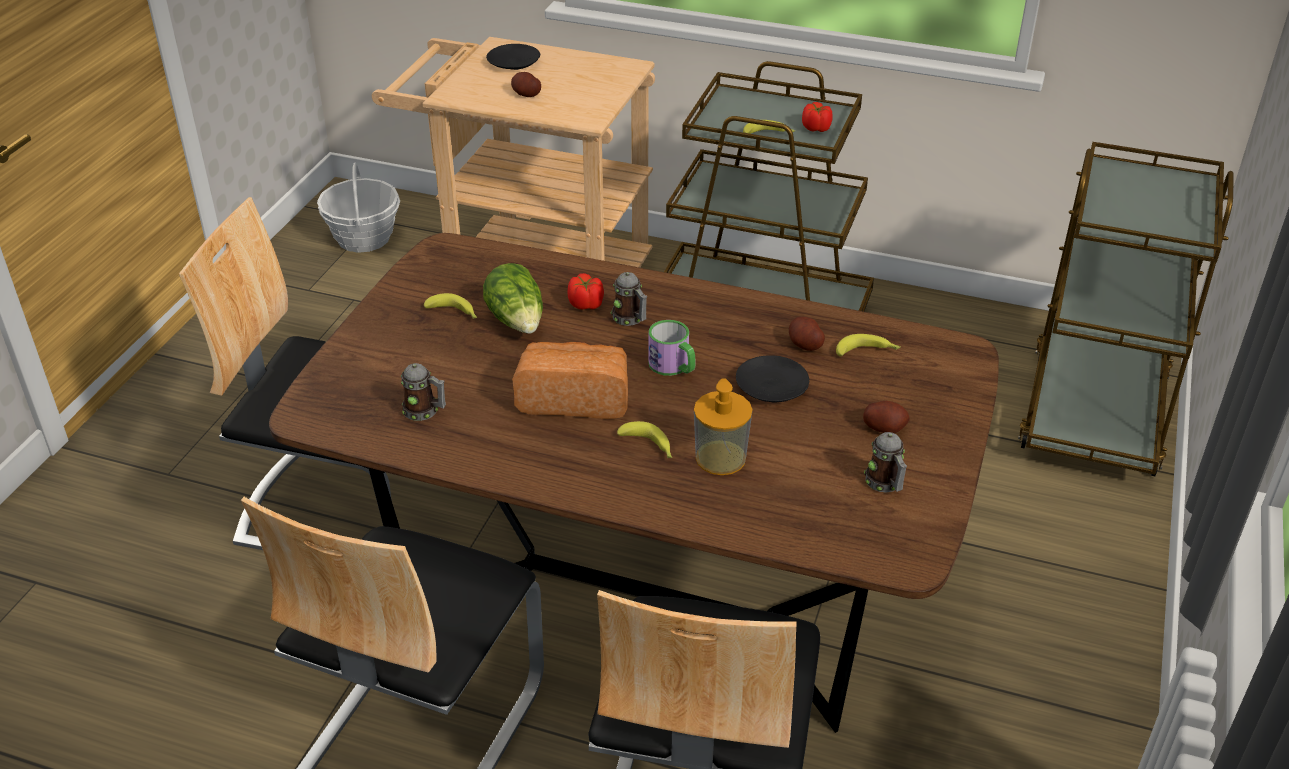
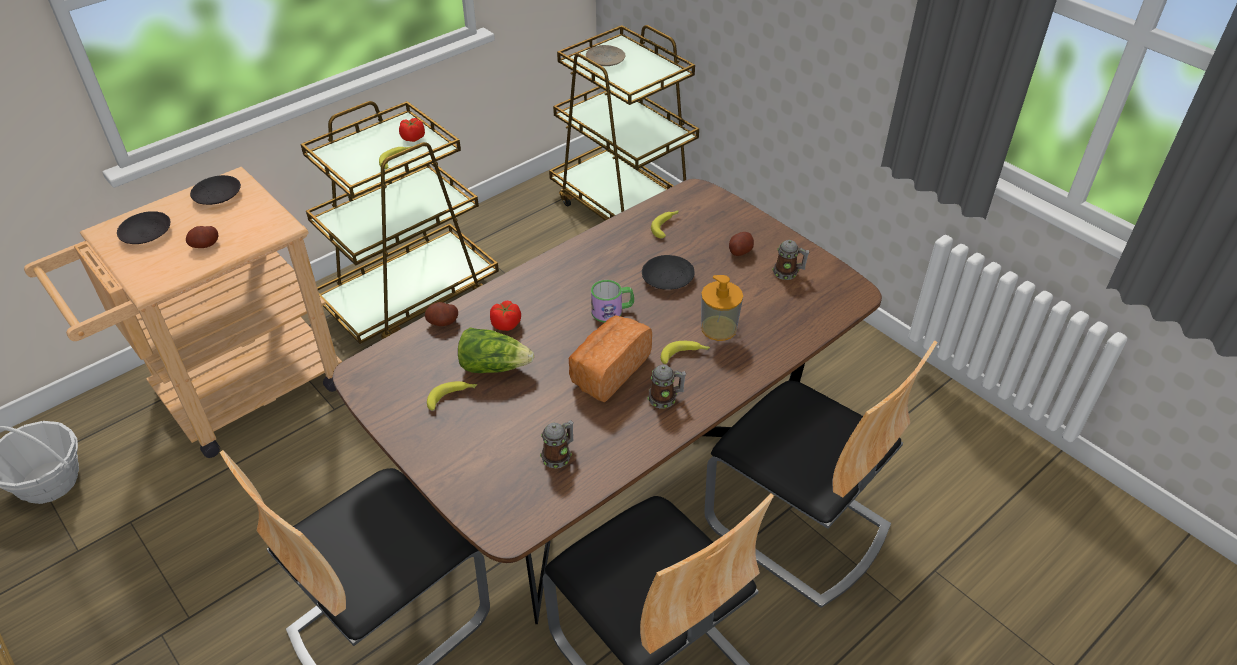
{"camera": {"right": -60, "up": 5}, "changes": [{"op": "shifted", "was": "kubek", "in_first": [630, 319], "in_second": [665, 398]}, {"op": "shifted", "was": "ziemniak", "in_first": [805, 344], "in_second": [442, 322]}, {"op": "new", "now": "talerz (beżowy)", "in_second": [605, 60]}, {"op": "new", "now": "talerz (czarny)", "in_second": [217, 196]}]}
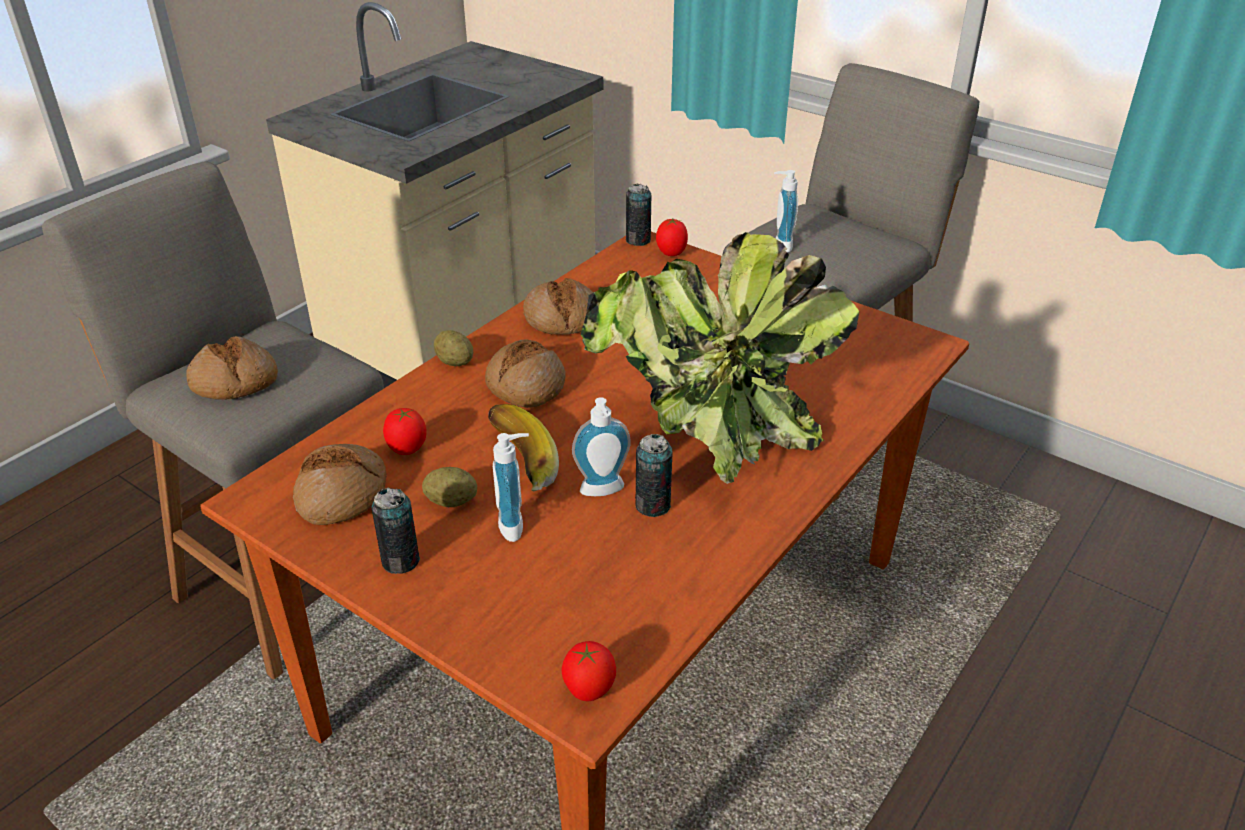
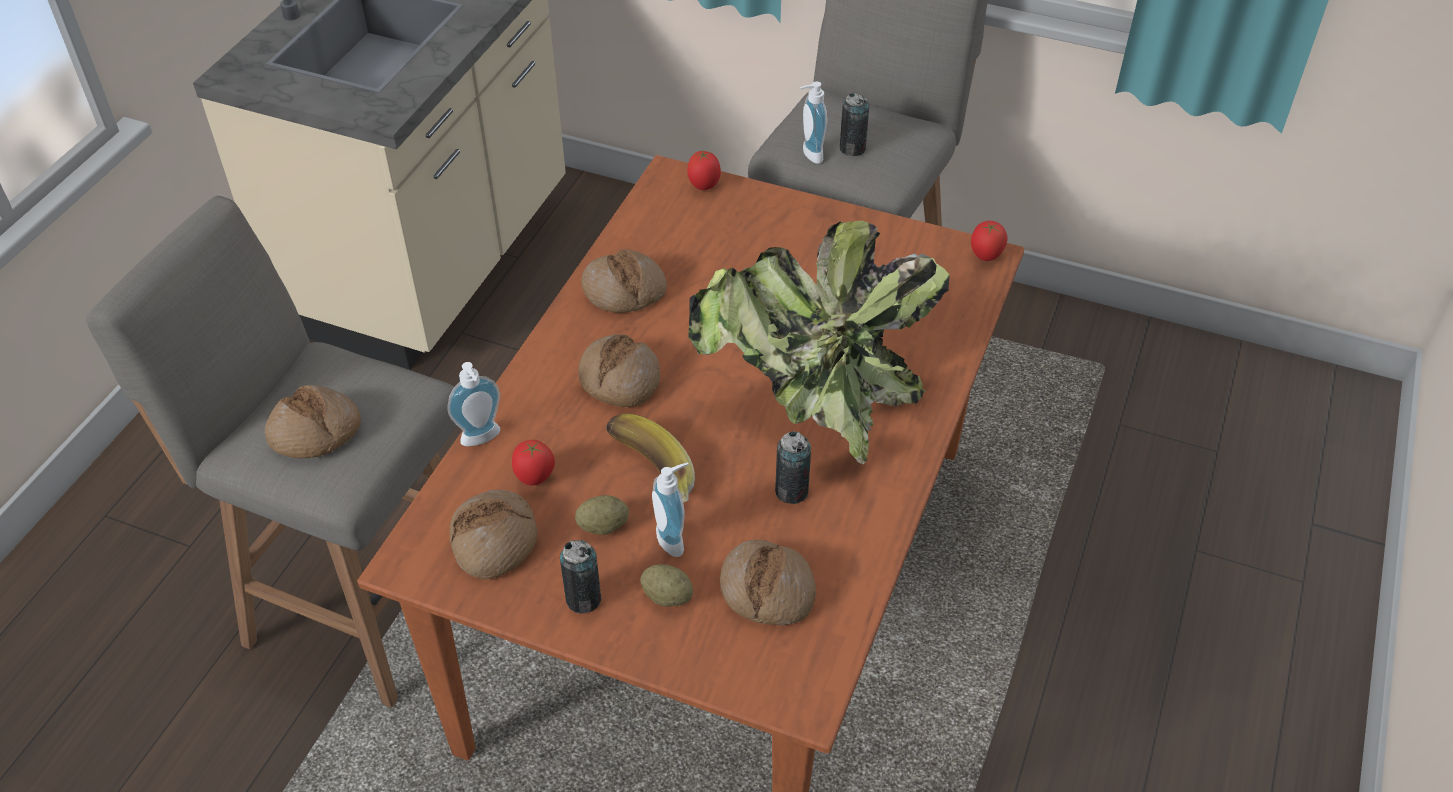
{"camera": {"right": -15, "up": 10}, "changes": [{"op": "shifted", "was": "puszka", "in_first": [638, 240], "in_second": [852, 149]}, {"op": "shifted", "was": "ziemniak", "in_first": [455, 362], "in_second": [667, 596]}, {"op": "shifted", "was": "dozownik mydła", "in_first": [603, 492], "in_second": [482, 439]}, {"op": "shifted", "was": "pomidor", "in_first": [588, 691], "in_second": [985, 256]}, {"op": "new", "now": "chleb", "in_second": [767, 590]}]}
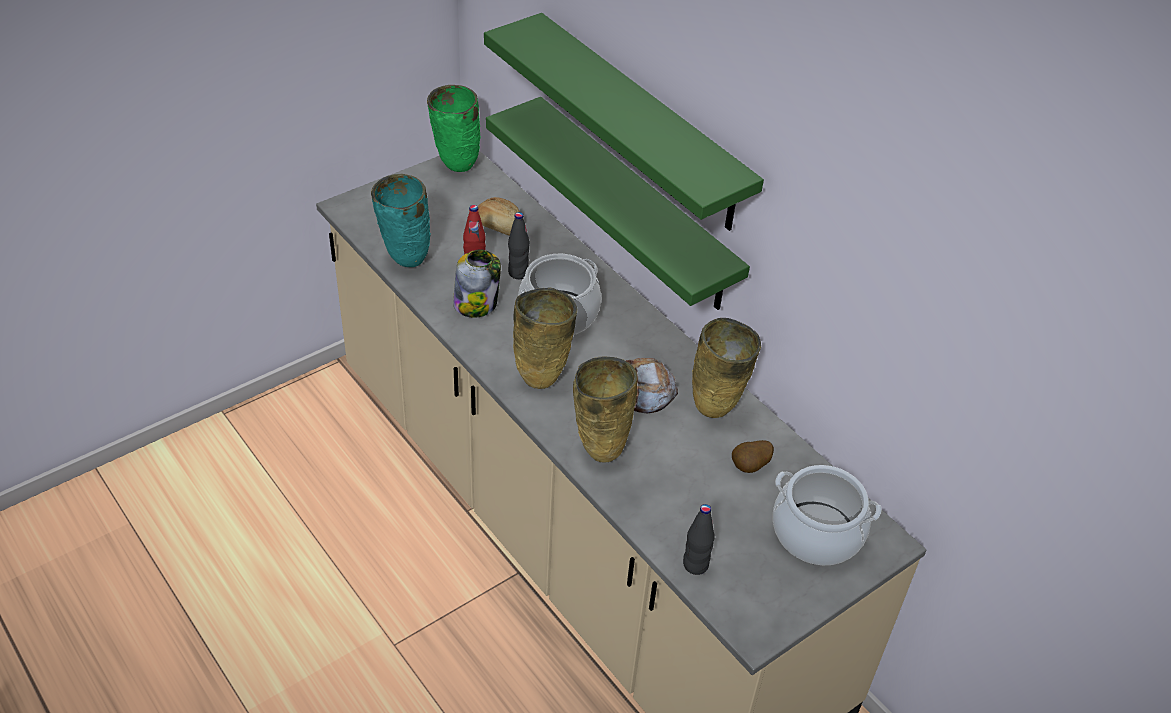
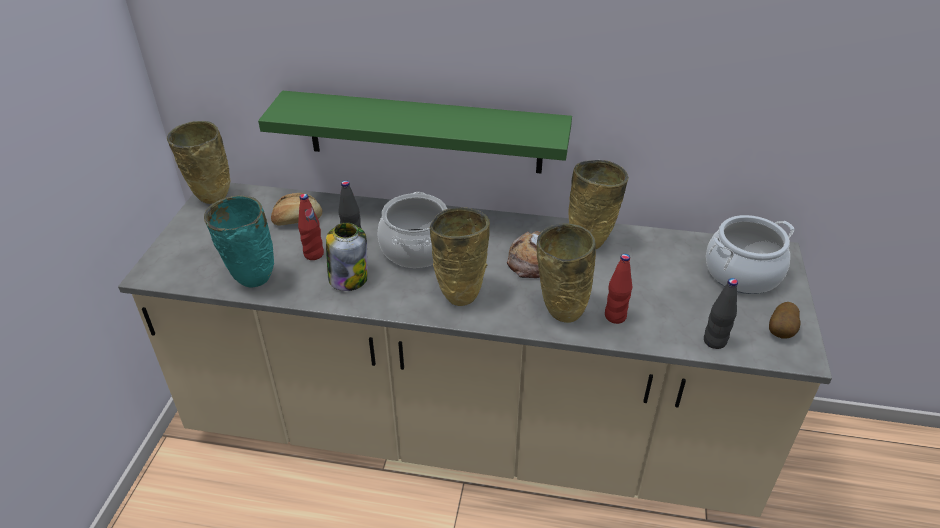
{"camera": {"right": -40, "up": -5}, "changes": [{"op": "gone", "was": "półka (zielony)", "in_first": [641, 123]}, {"op": "repainted", "was": "wazon (zielony)", "now": "wazon (beżowy)", "in_first": [455, 166], "in_second": [211, 199]}, {"op": "shifted", "was": "ziemniak", "in_first": [750, 467], "in_second": [781, 332]}, {"op": "new", "now": "butelka (czerwony)", "in_second": [615, 316]}]}
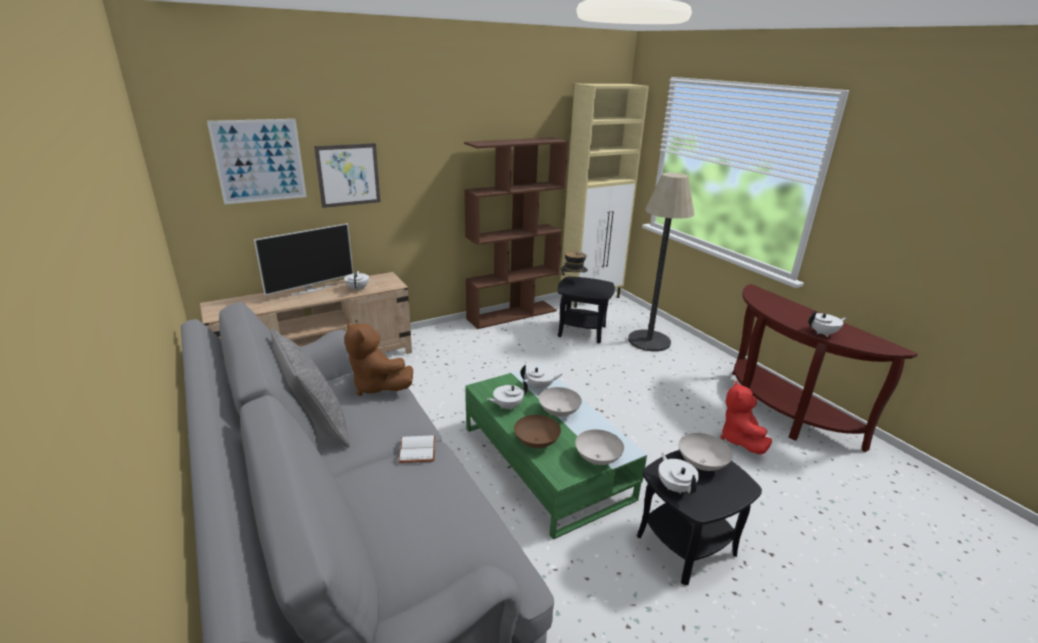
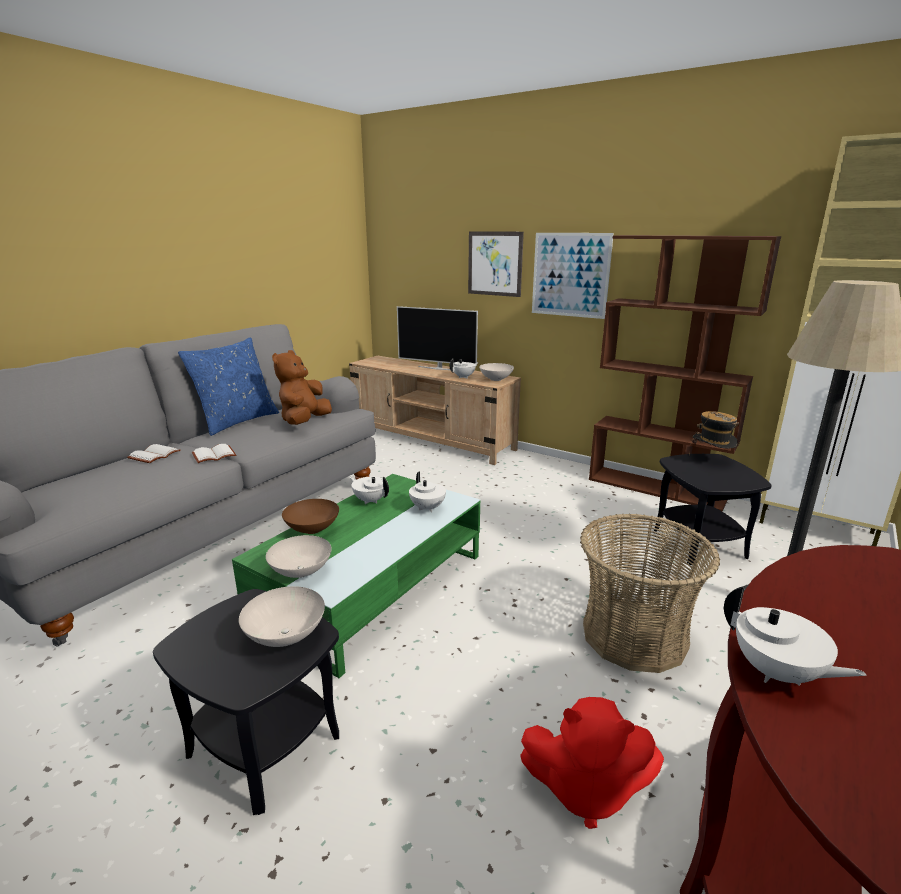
{"camera": {"right": 65, "up": -5}, "changes": [{"op": "shifted", "was": "obraz", "in_first": [259, 161], "in_second": [570, 275]}, {"op": "repainted", "was": "poduszka (szary)", "now": "poduszka (niebieski)", "in_first": [316, 426], "in_second": [237, 421]}, {"op": "rotated", "was": "pluszak (czerwony)", "in_first": [740, 440], "in_second": [585, 789], "clockwise": -150}, {"op": "shifted", "was": "miska (biały)", "in_first": [559, 412], "in_second": [496, 379]}, {"op": "gone", "was": "imbryk (biały)", "in_first": [675, 487]}, {"op": "new", "now": "książka (biały)", "in_second": [155, 455]}, {"op": "new", "now": "koszyk", "in_second": [634, 635]}]}
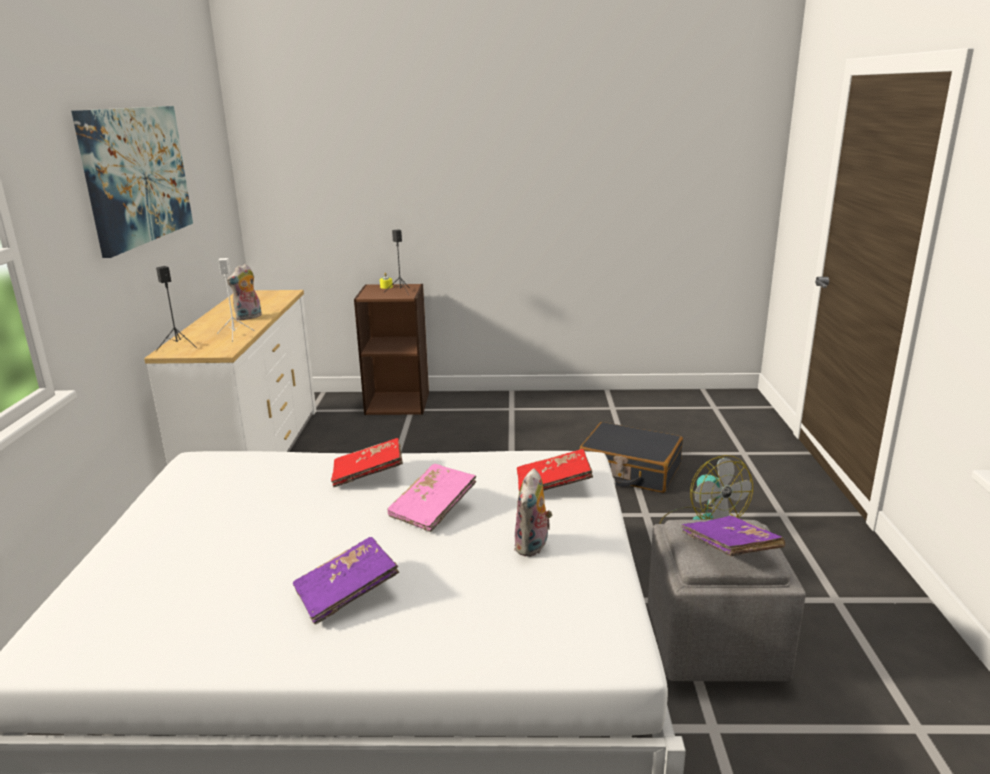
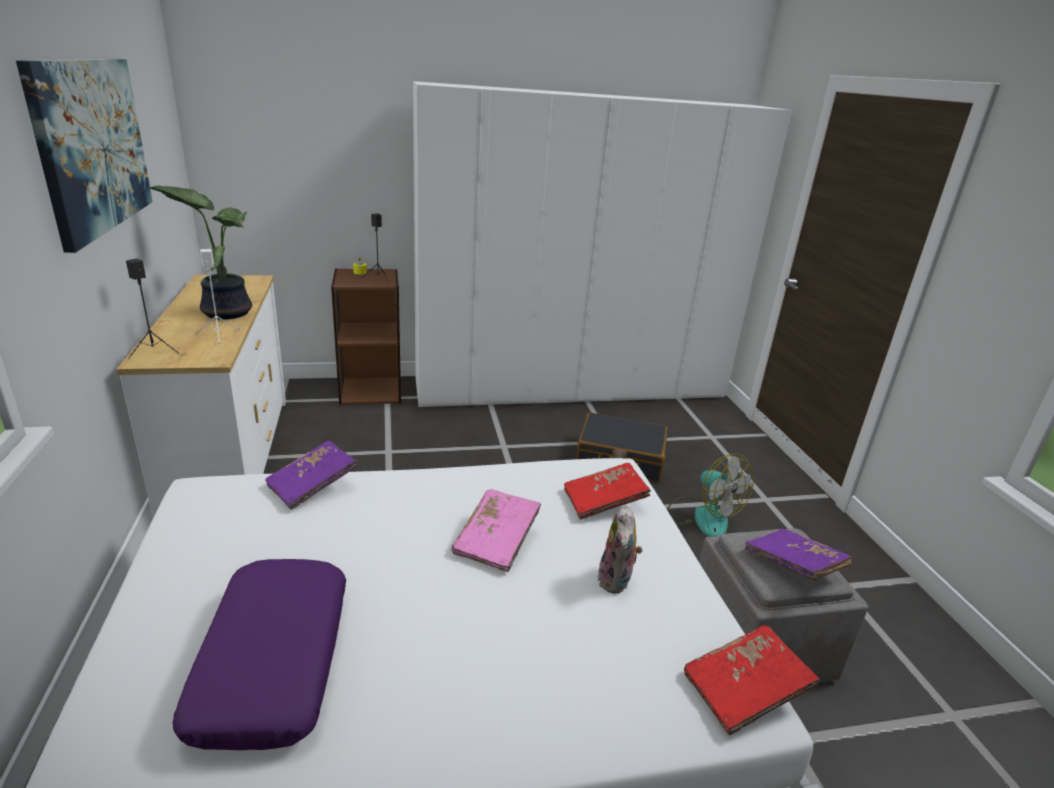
{"camera": {"right": -15, "up": 5}, "changes": [{"op": "swapped", "was": "pluszak", "now": "roślina doniczkowa", "in_first": [249, 317], "in_second": [225, 311]}, {"op": "shifted", "was": "książka (czerwony)", "in_first": [368, 474], "in_second": [744, 690]}, {"op": "shifted", "was": "książka (fioletowy)", "in_first": [346, 593], "in_second": [312, 485]}, {"op": "new", "now": "szafa (biały)", "in_second": [572, 387]}, {"op": "new", "now": "poduszka (fioletowy)", "in_second": [272, 661]}]}
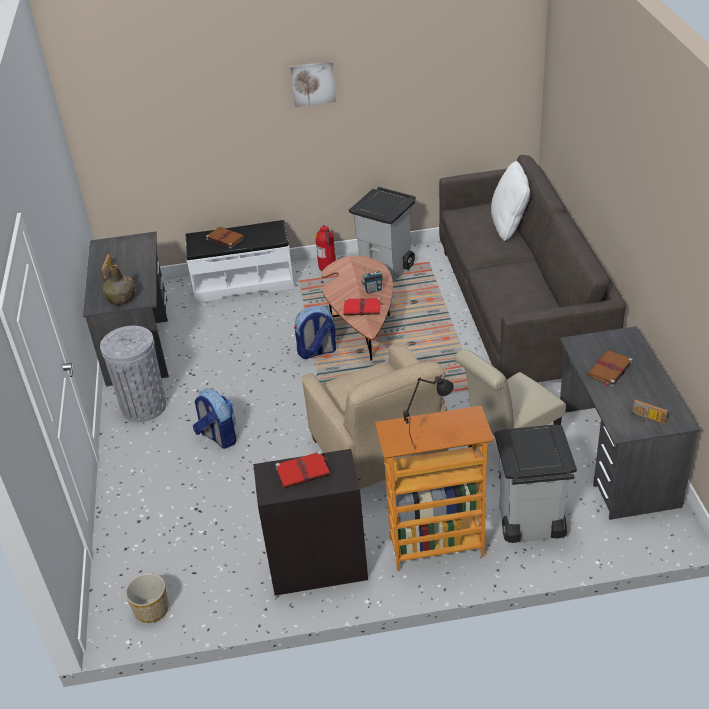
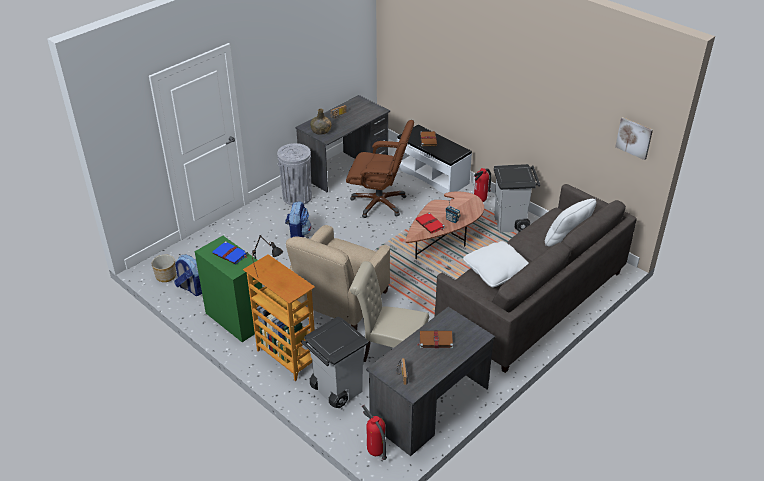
{"camera": {"right": 50, "up": 0}, "changes": [{"op": "shifted", "was": "obraz", "in_first": [313, 83], "in_second": [634, 138]}, {"op": "shifted", "was": "plecak", "in_first": [317, 352], "in_second": [191, 289]}, {"op": "repainted", "was": "szafka (czarny)", "now": "szafka (zielony)", "in_first": [317, 566], "in_second": [236, 318]}, {"op": "repainted", "was": "książka (czerwony)", "now": "książka (niebieski)", "in_first": [304, 471], "in_second": [230, 254]}, {"op": "new", "now": "krzesło biurowe (brązowy)", "in_second": [379, 203]}, {"op": "new", "now": "poduszka (biały)", "in_second": [496, 271]}, {"op": "new", "now": "gaśnica", "in_second": [375, 452]}]}
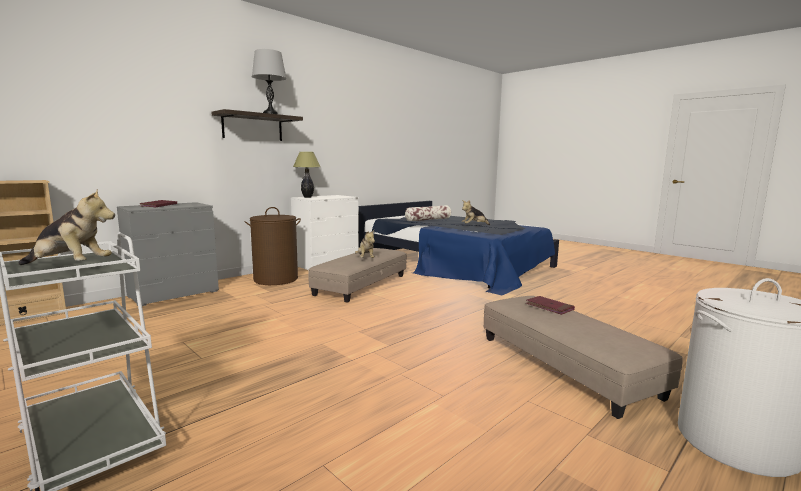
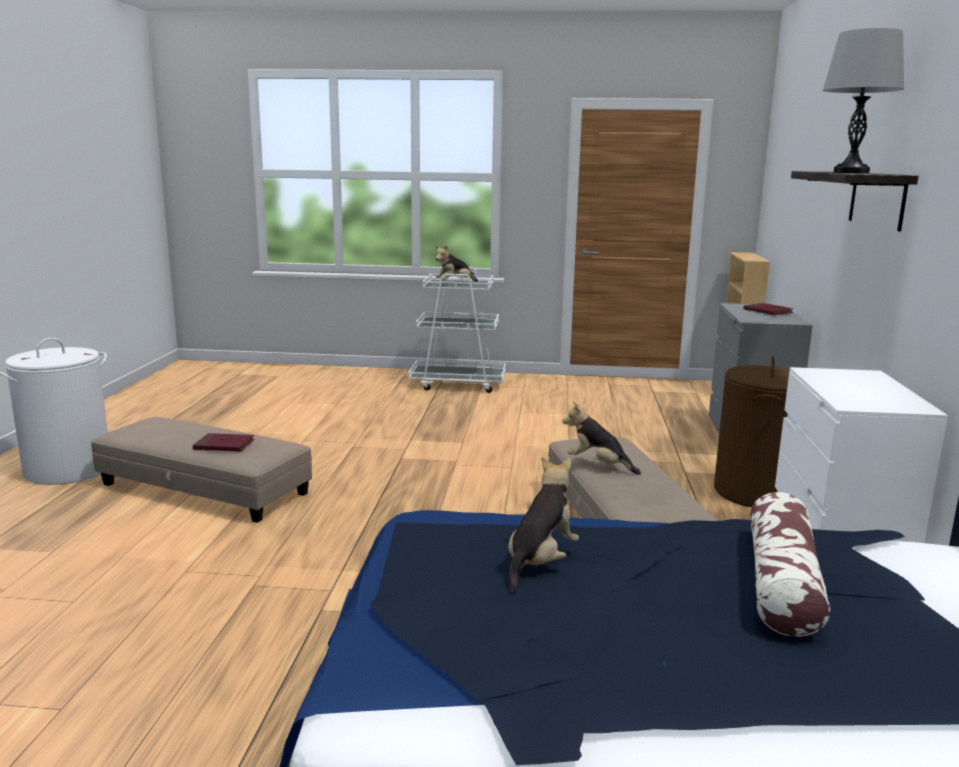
{"camera": {"right": 140, "up": 5}, "changes": [{"op": "gone", "was": "lampa stołowa", "in_first": [308, 197]}]}
